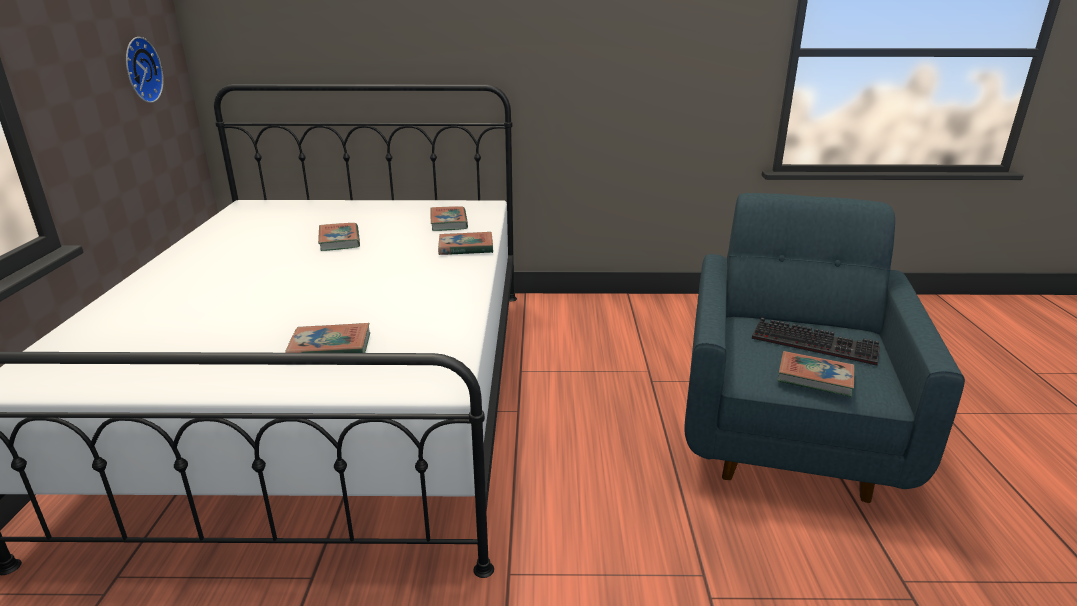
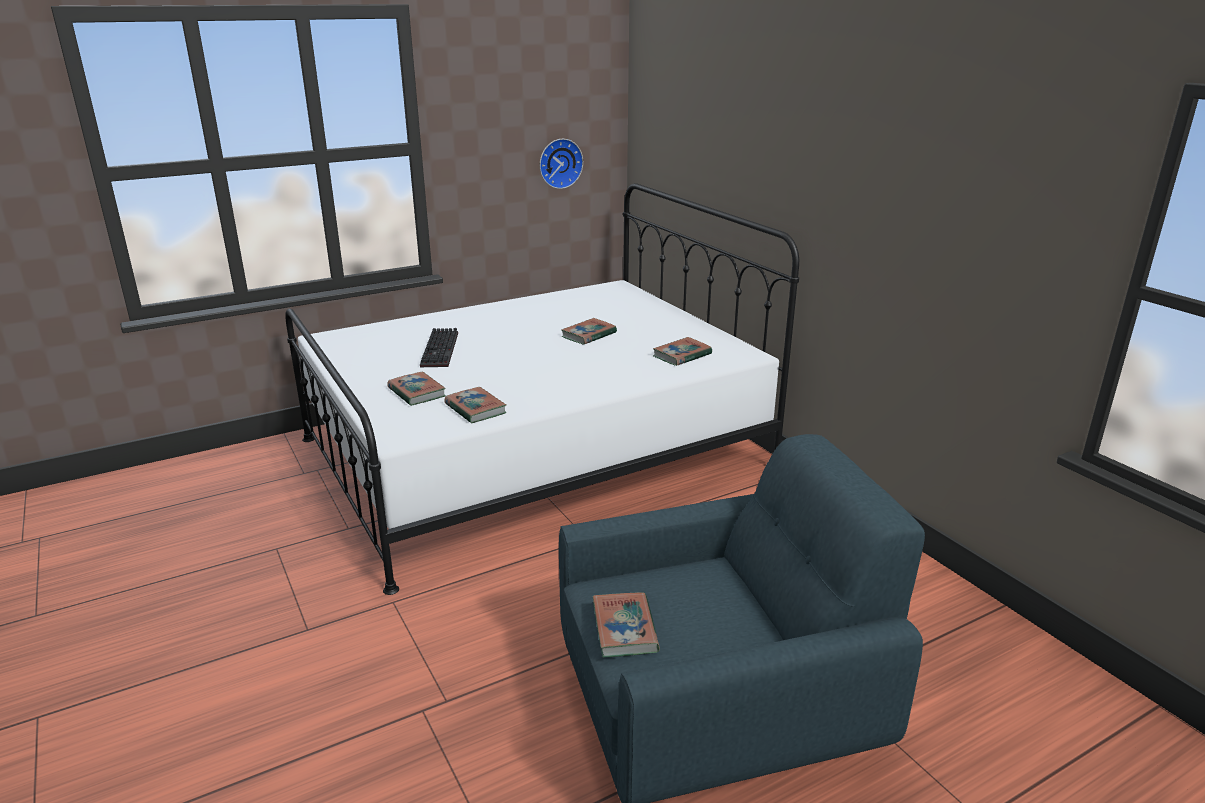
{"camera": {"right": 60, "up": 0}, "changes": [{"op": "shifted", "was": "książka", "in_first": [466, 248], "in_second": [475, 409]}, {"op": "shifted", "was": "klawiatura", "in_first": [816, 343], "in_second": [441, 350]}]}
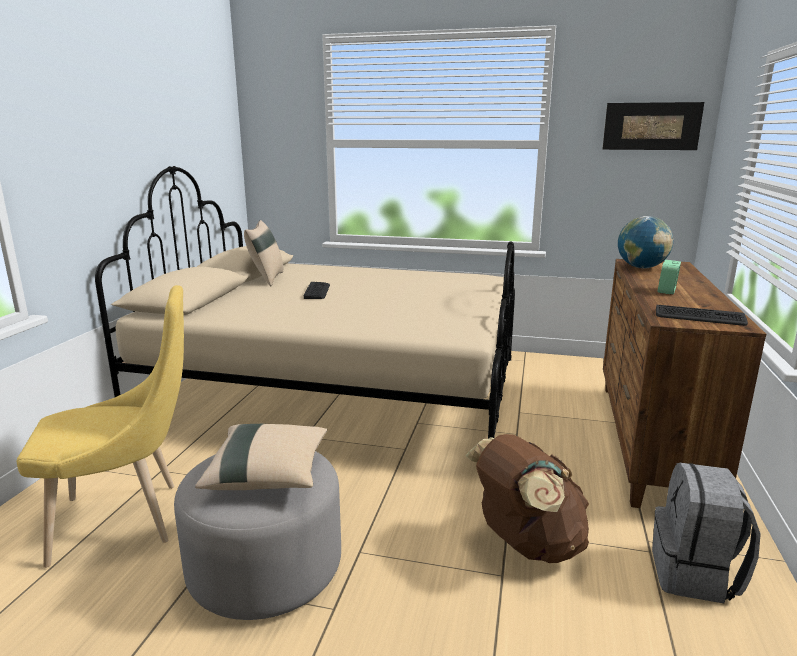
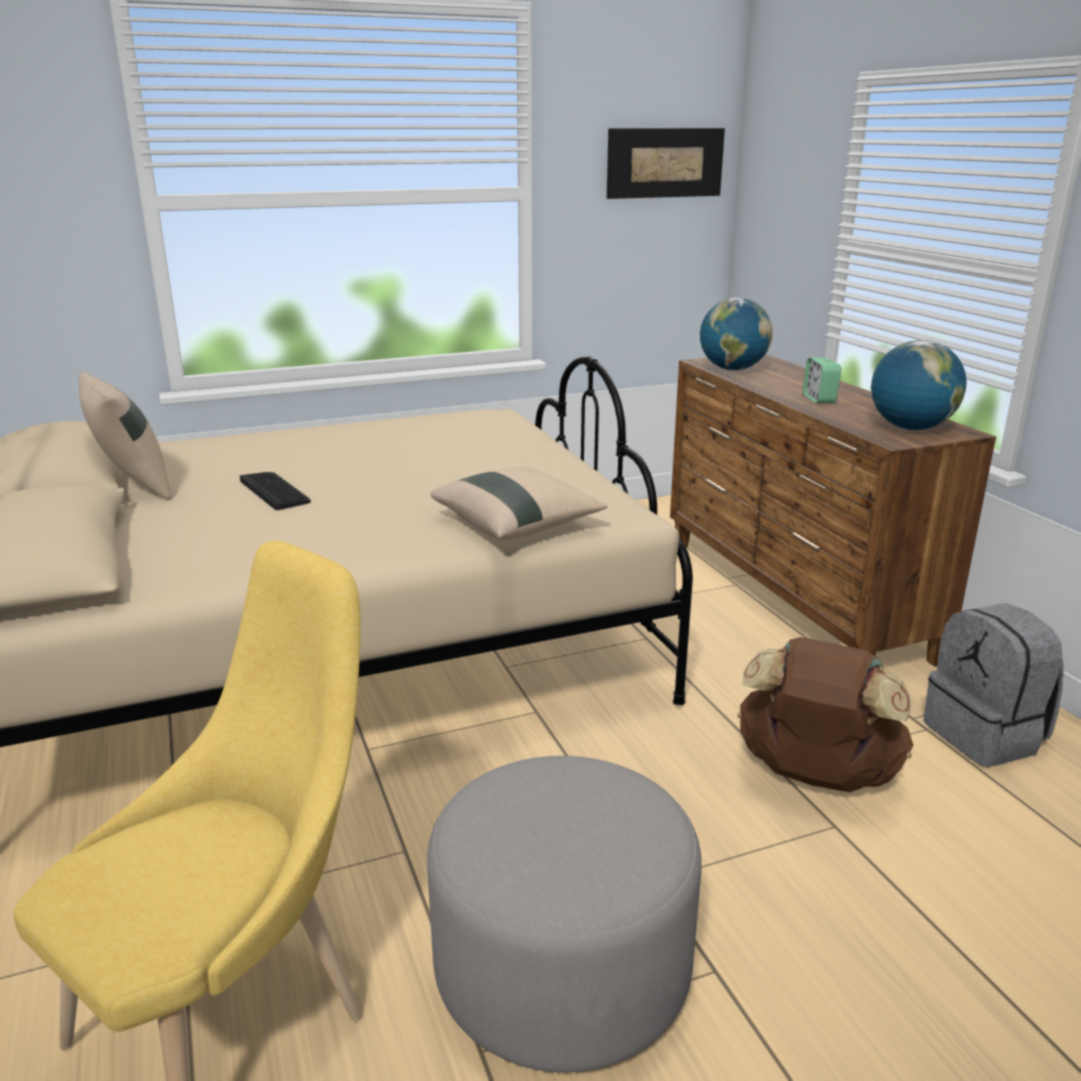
{"camera": {"right": -35, "up": 5}, "changes": [{"op": "swapped", "was": "klawiatura", "now": "globus", "in_first": [699, 317], "in_second": [910, 428]}, {"op": "shifted", "was": "poduszka (beżowy)", "in_first": [268, 475], "in_second": [518, 526]}]}
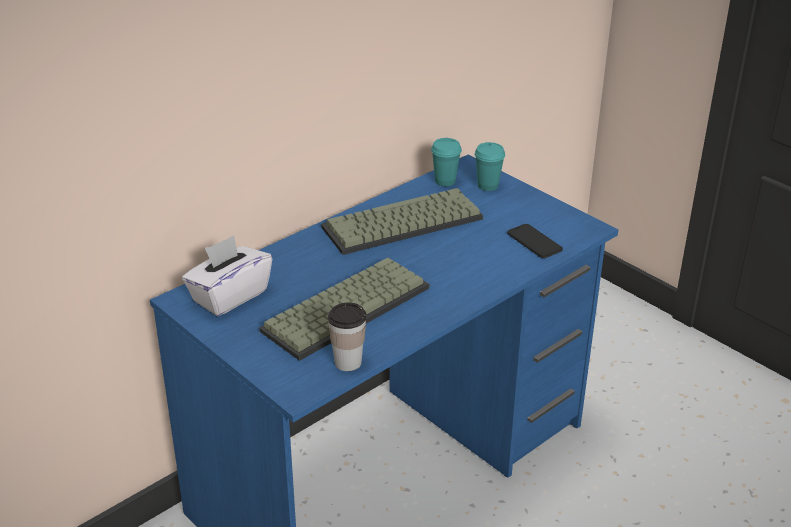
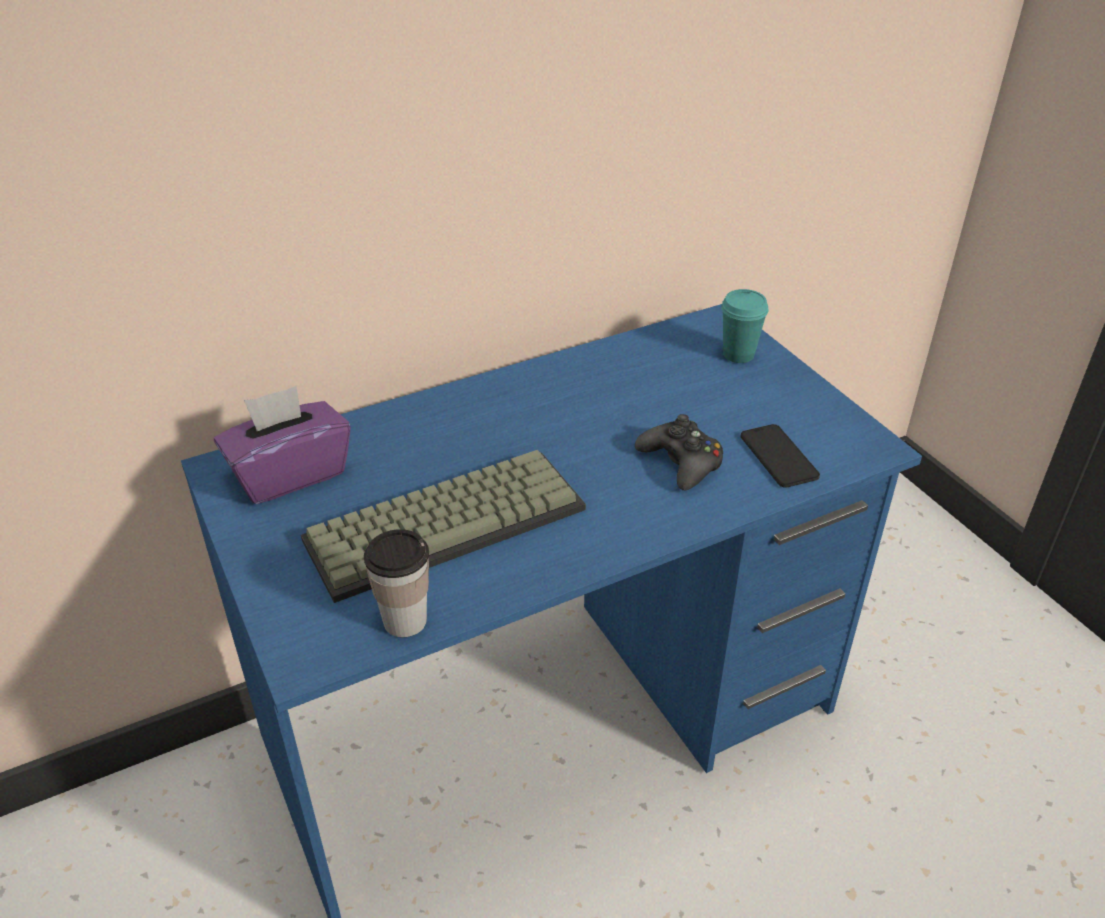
{"camera": {"right": 15, "up": 5}, "changes": [{"op": "gone", "was": "filiżanka (turkusowy)", "in_first": [445, 181]}, {"op": "gone", "was": "klawiatura", "in_first": [402, 225]}, {"op": "repainted", "was": "pudełko chusteczek (biały)", "now": "pudełko chusteczek (fioletowy)", "in_first": [229, 296], "in_second": [289, 473]}, {"op": "new", "now": "pad do gier (czarny)", "in_second": [681, 462]}]}
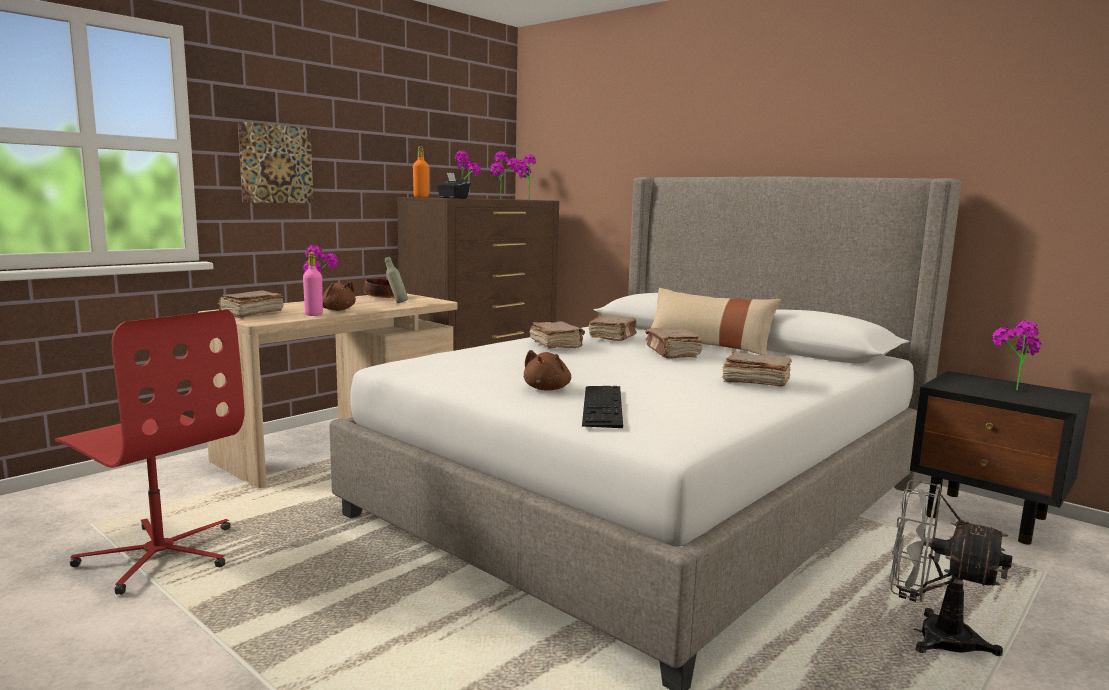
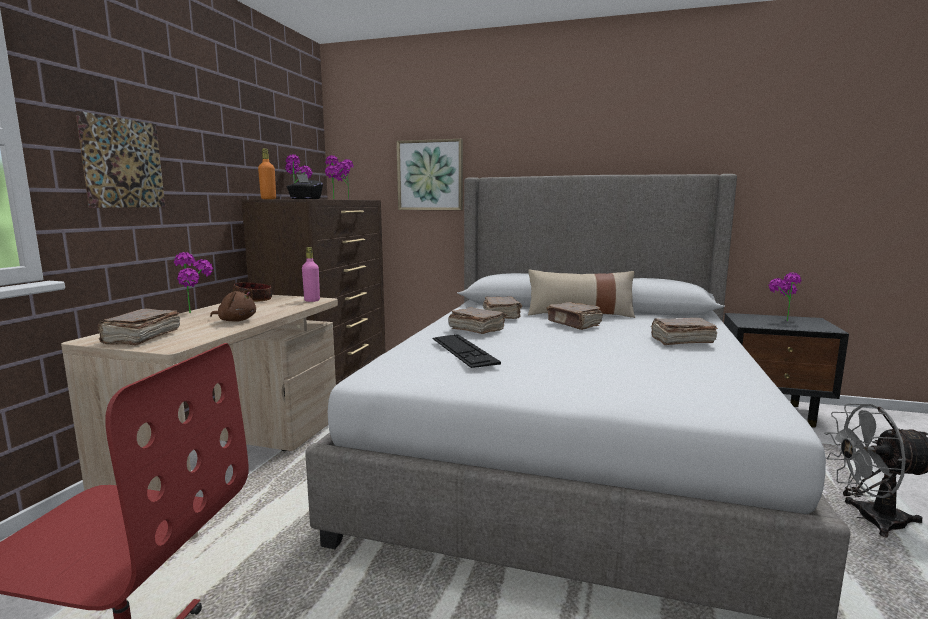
{"camera": {"right": -25, "up": 0}, "changes": [{"op": "shifted", "was": "butelka (różowy)", "in_first": [314, 314], "in_second": [312, 300]}, {"op": "gone", "was": "butelka (szary)", "in_first": [396, 303]}, {"op": "gone", "was": "pluszak (brązowy)", "in_first": [548, 389]}, {"op": "shifted", "was": "klawiatura", "in_first": [602, 406], "in_second": [463, 350]}, {"op": "new", "now": "obraz", "in_second": [430, 175]}]}
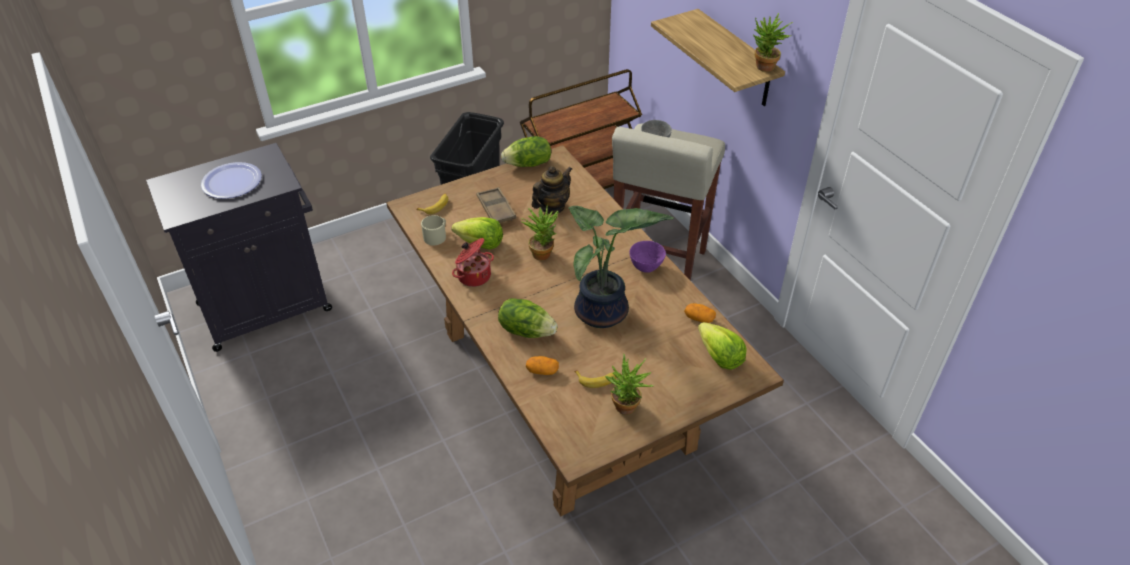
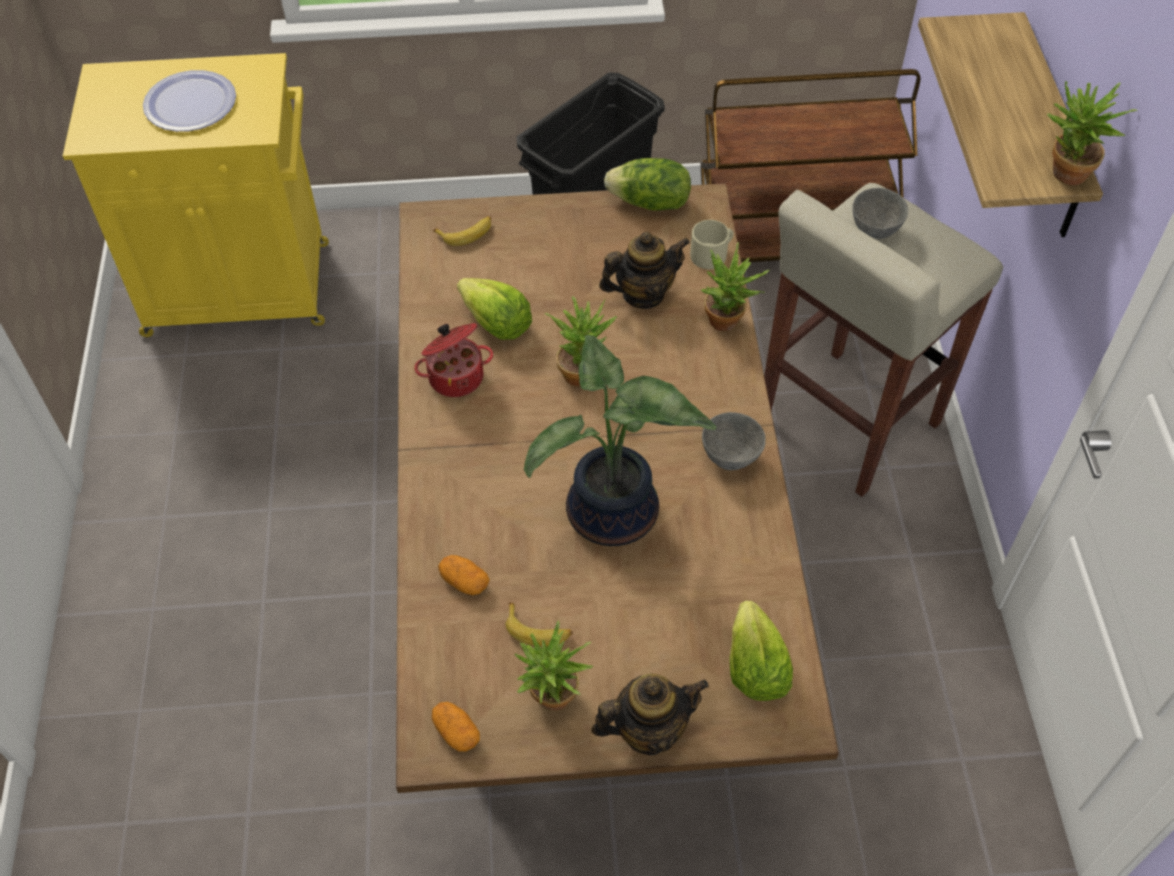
{"camera": {"right": 25, "up": 10}, "changes": [{"op": "repainted", "was": "szafka (czarny)", "now": "szafka (żółty)", "in_first": [267, 306], "in_second": [242, 289]}, {"op": "gone", "was": "taca (brązowy)", "in_first": [496, 209]}, {"op": "shifted", "was": "kubek (beżowy)", "in_first": [436, 236], "in_second": [712, 254]}, {"op": "repainted", "was": "miska (fioletowy)", "now": "miska (szary)", "in_first": [645, 267], "in_second": [730, 457]}, {"op": "gone", "was": "sałata", "in_first": [526, 330]}, {"op": "shifted", "was": "ziemniak", "in_first": [699, 318], "in_second": [456, 732]}, {"op": "new", "now": "roślina doniczkowa", "in_second": [728, 324]}, {"op": "new", "now": "imbryk", "in_second": [648, 730]}]}
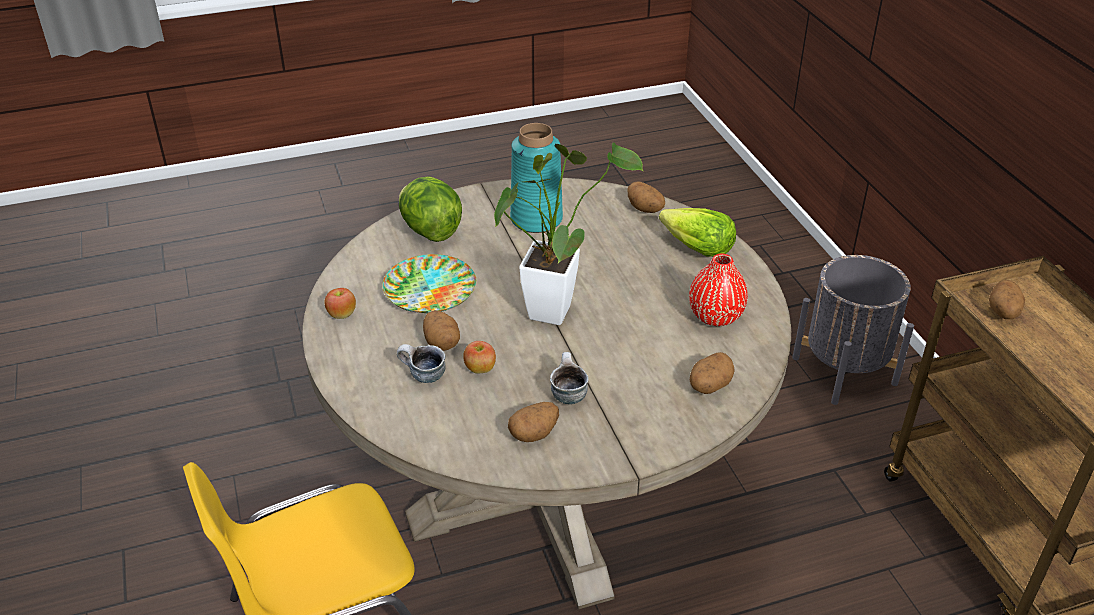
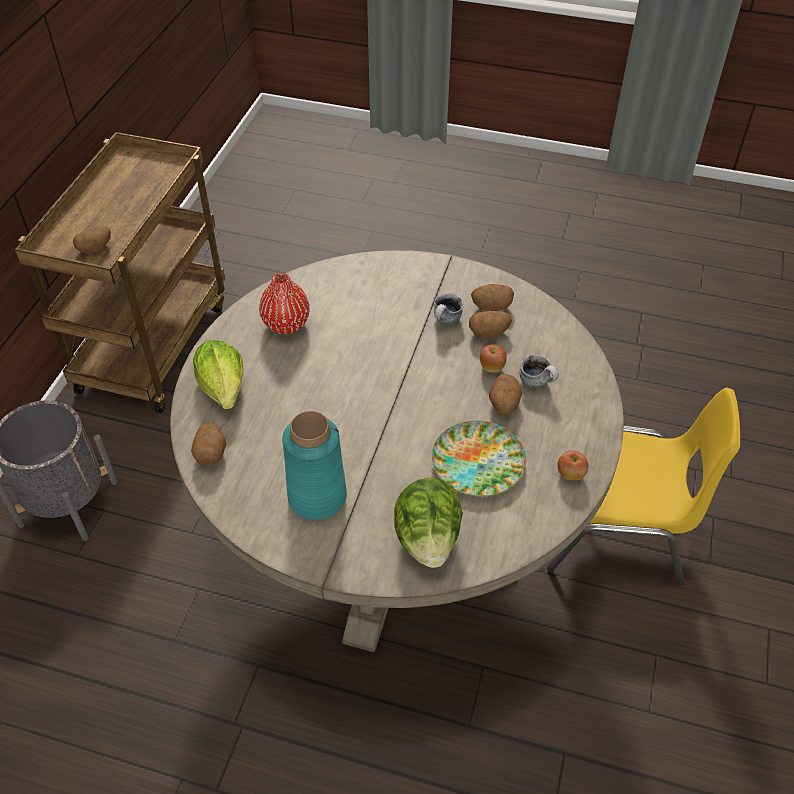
{"camera": {"right": -145, "up": 10}, "changes": [{"op": "gone", "was": "roślina doniczkowa", "in_first": [553, 306]}, {"op": "shifted", "was": "ziemniak", "in_first": [709, 386], "in_second": [489, 333]}]}
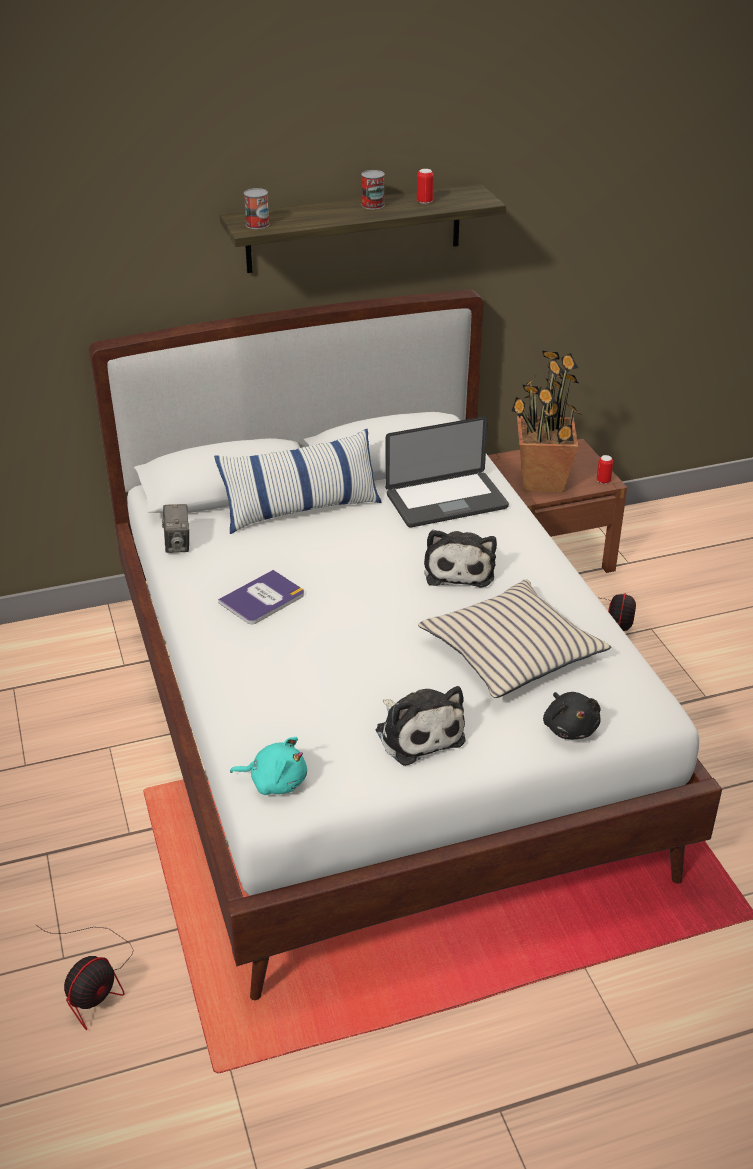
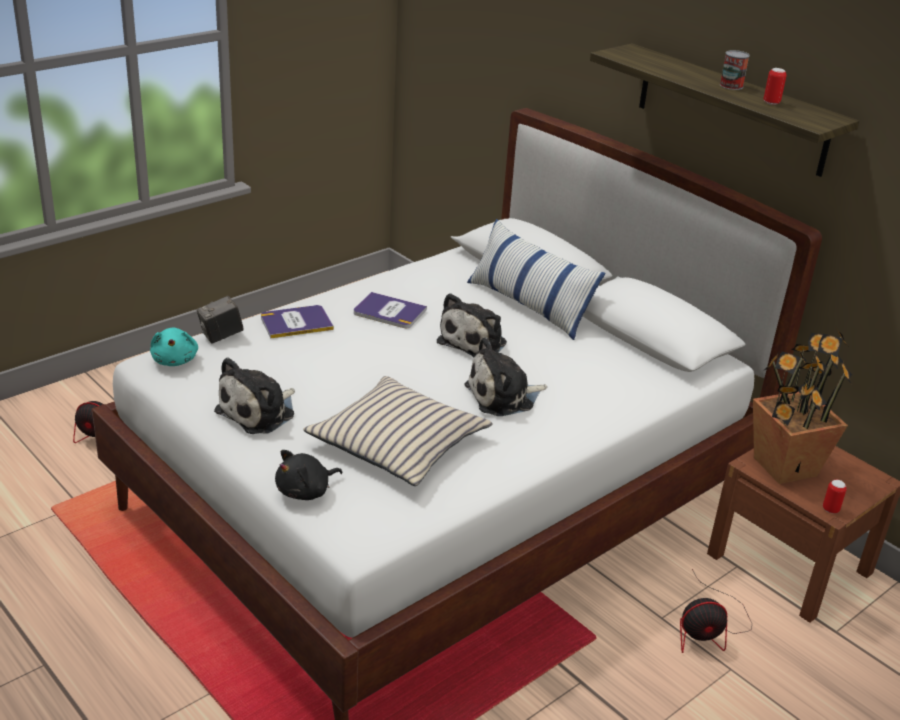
{"camera": {"right": 65, "up": -5}, "changes": [{"op": "gone", "was": "puszka", "in_first": [257, 224]}, {"op": "gone", "was": "laptop", "in_first": [446, 501]}, {"op": "shifted", "was": "aparat fotograficzny", "in_first": [178, 544], "in_second": [221, 336]}, {"op": "new", "now": "pluszak", "in_second": [475, 341]}, {"op": "new", "now": "książka", "in_second": [296, 322]}]}
